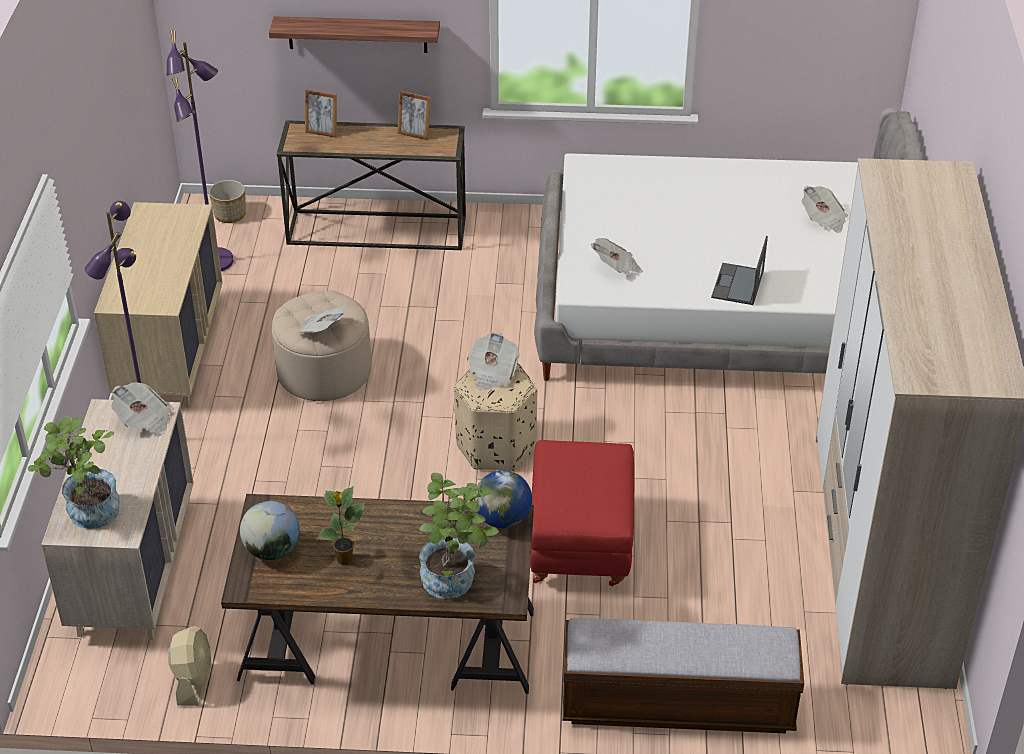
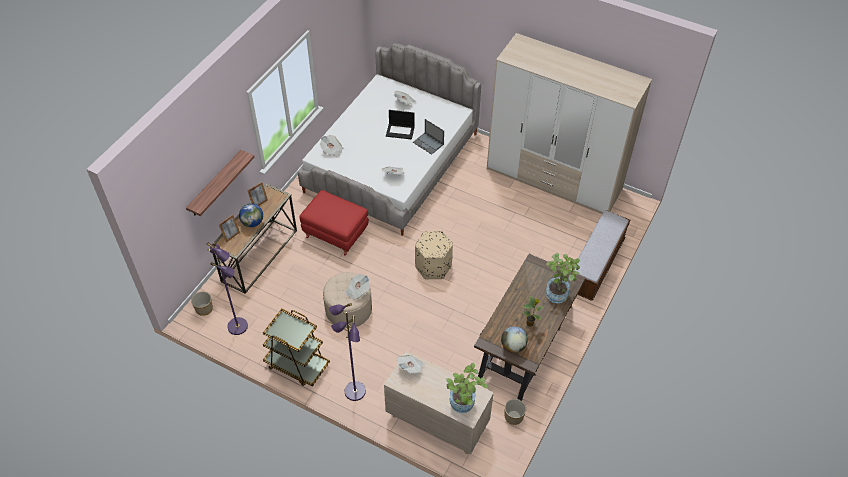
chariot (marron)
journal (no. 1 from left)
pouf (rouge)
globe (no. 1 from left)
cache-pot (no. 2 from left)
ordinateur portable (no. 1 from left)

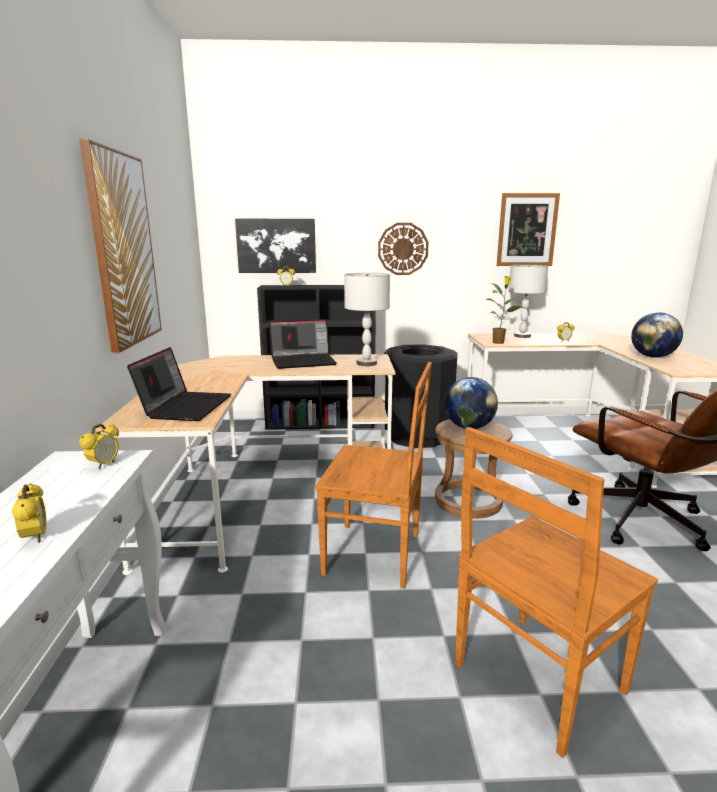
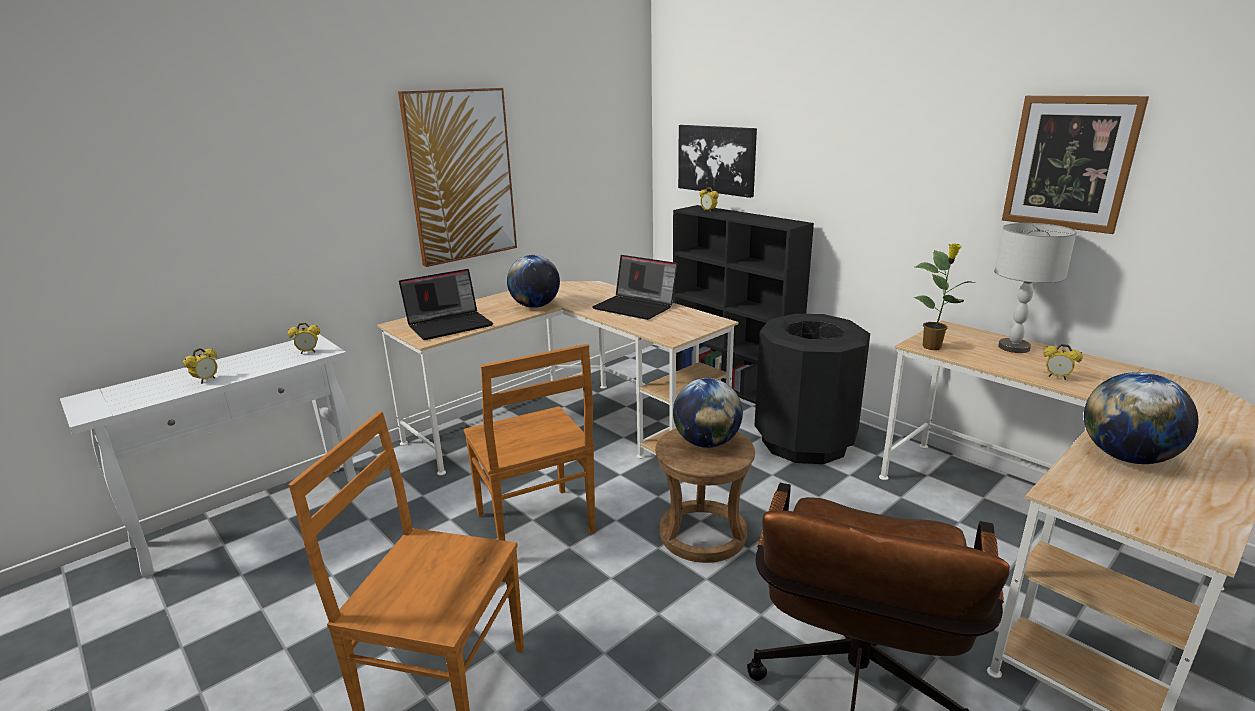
horloge murale
lampe de table (gris) (no. 1 from left in the first image)
globe (no. 1 from left)

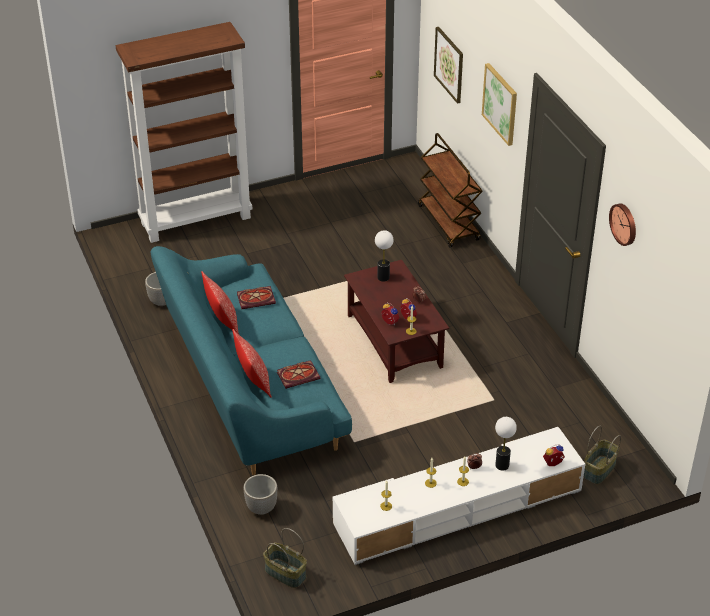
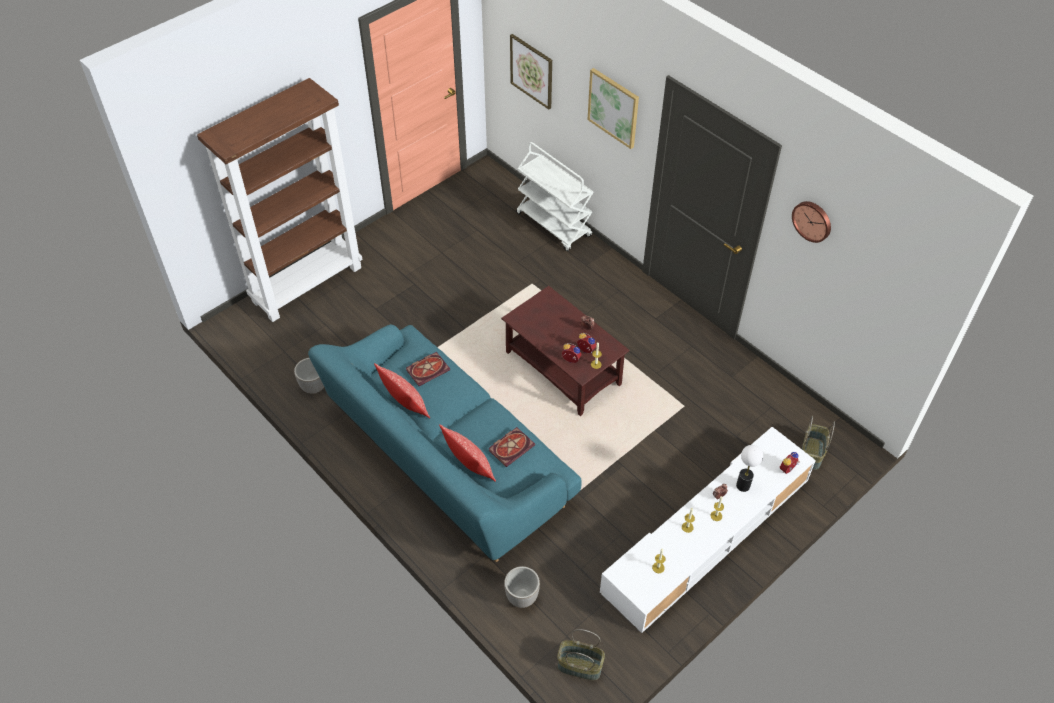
chariot (blanc)
lampe de table (no. 1 from left in the first image)

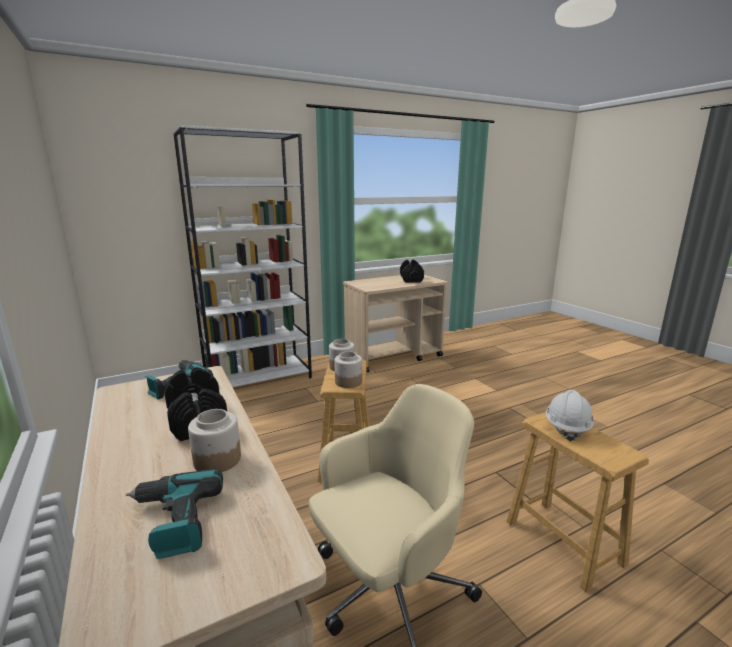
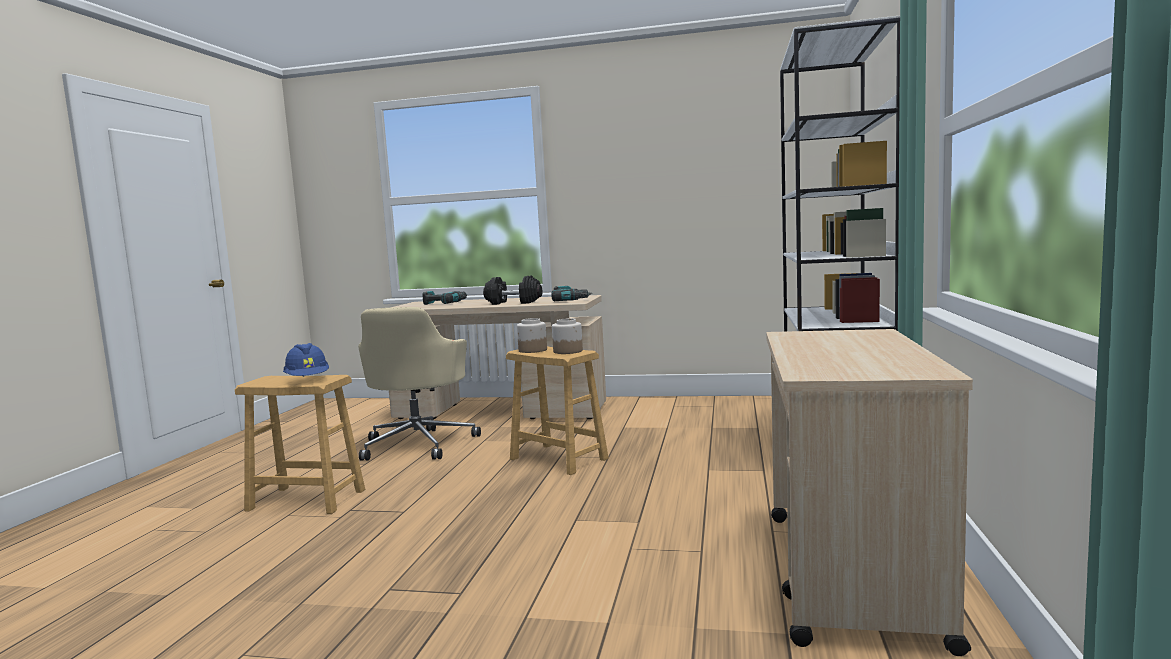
haltère (noir) (no. 2 from left in the first image)
casque de chantier (bleu)
bocal (no. 1 from left in the first image)

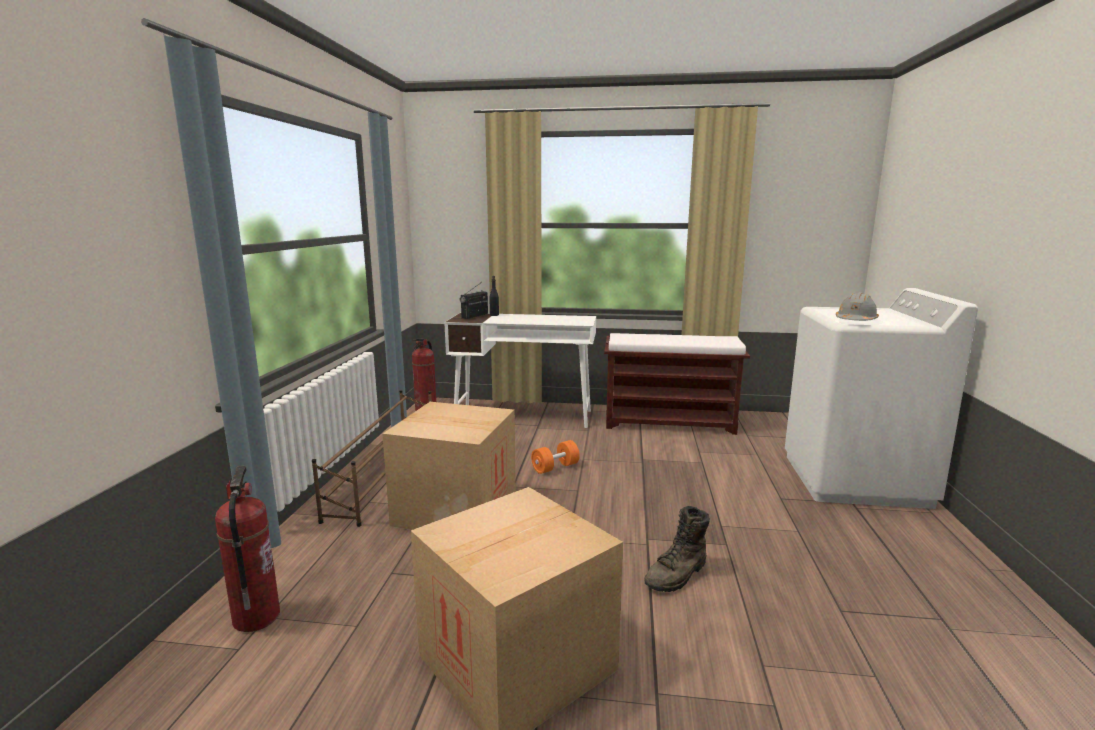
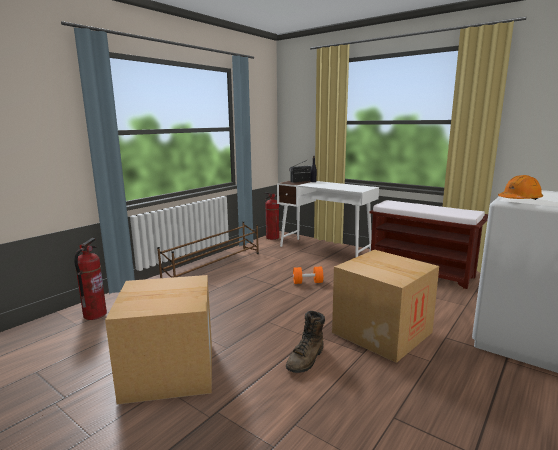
casque de chantier (orange)
carton (no. 2 from left)
botte (marron)

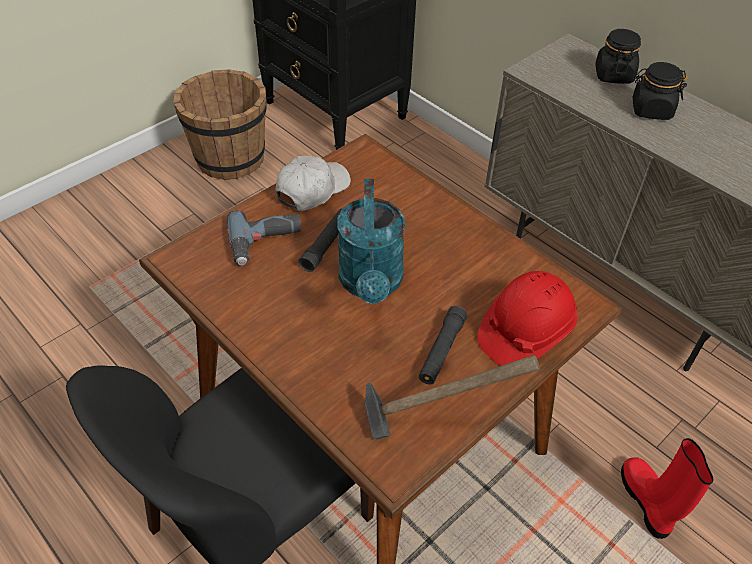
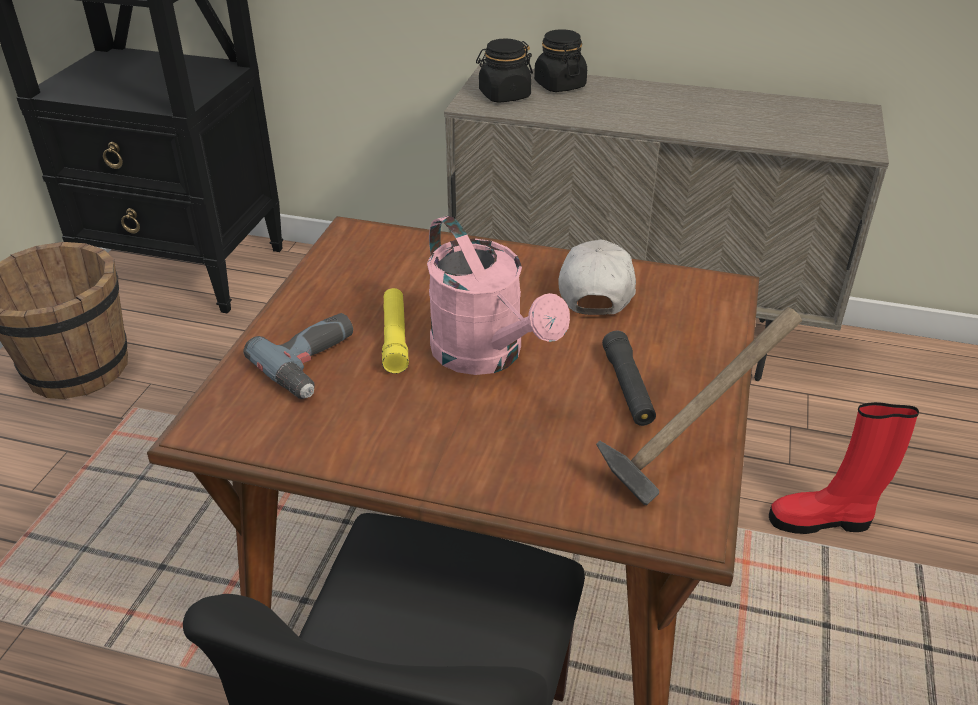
bocal (noir) (no. 1 from left)
casquette (blanc)
arrosoir (rose)
lampe de poche (jaune)
casque de chantier (rouge)
botte (rouge)

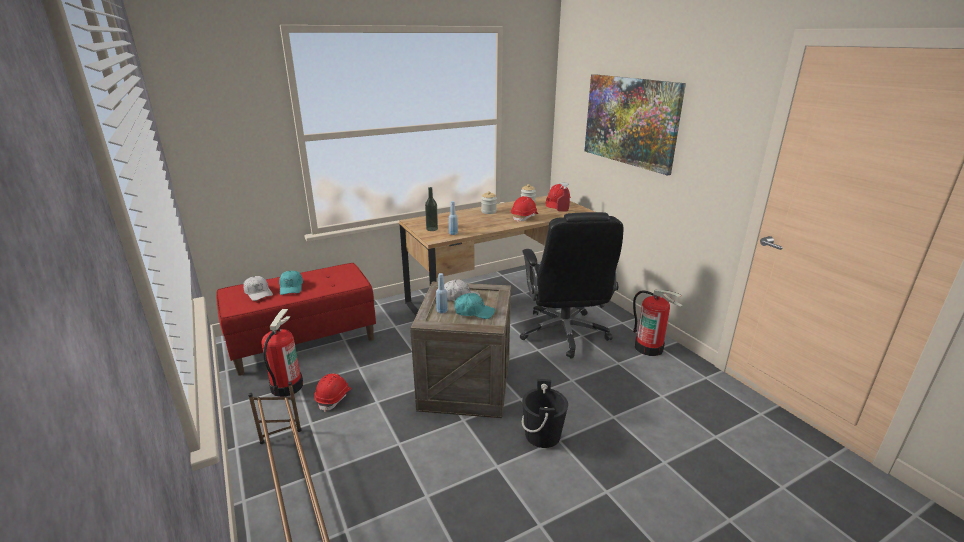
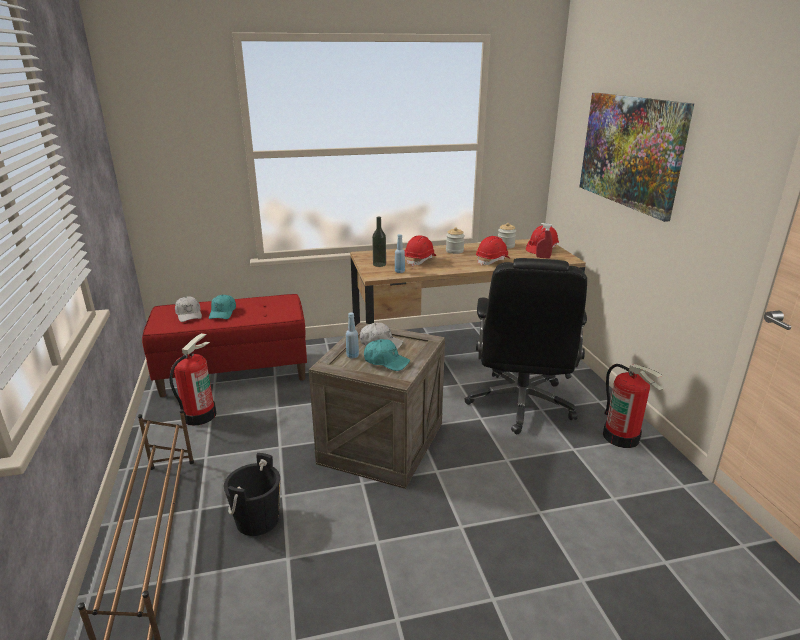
casque de chantier (rouge) (no. 1 from left)
seau (noir)

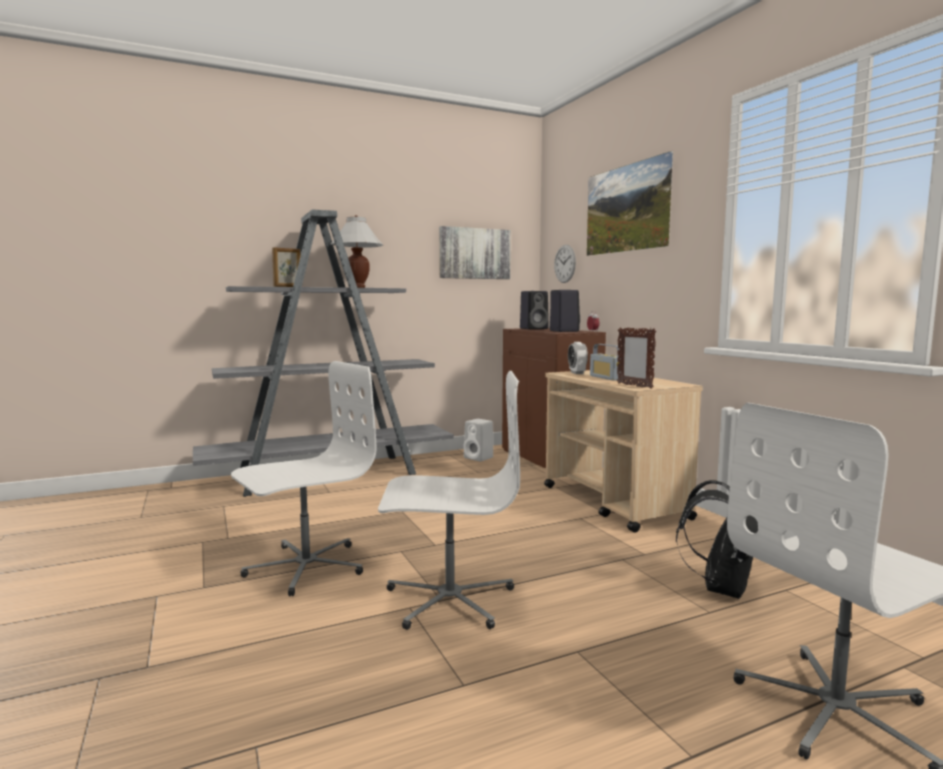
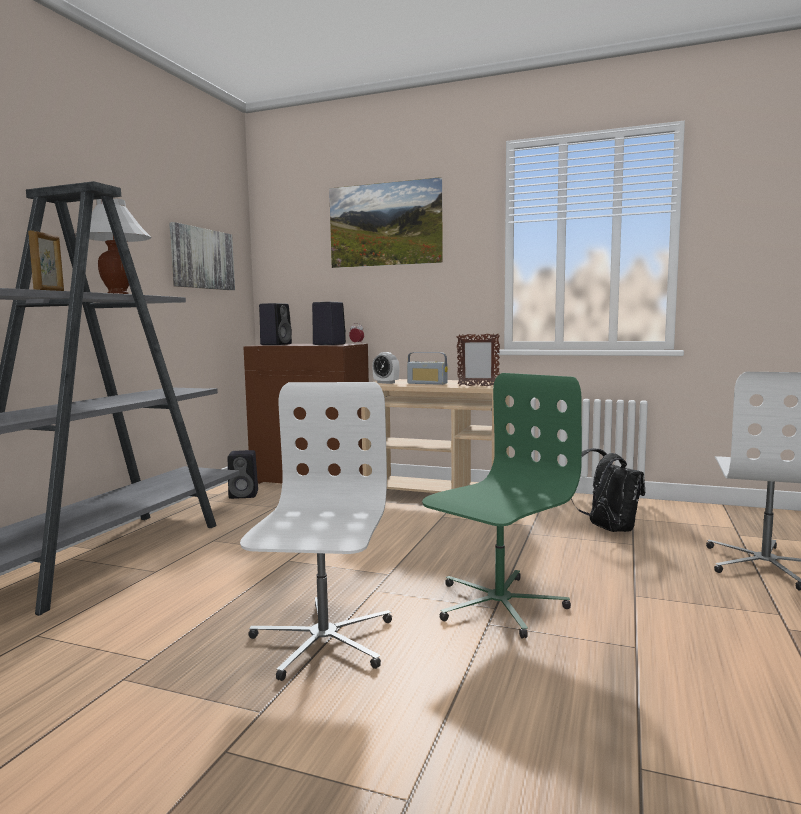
horloge murale
chaise de bureau (vert)
enceinte (noir) (no. 1 from left)

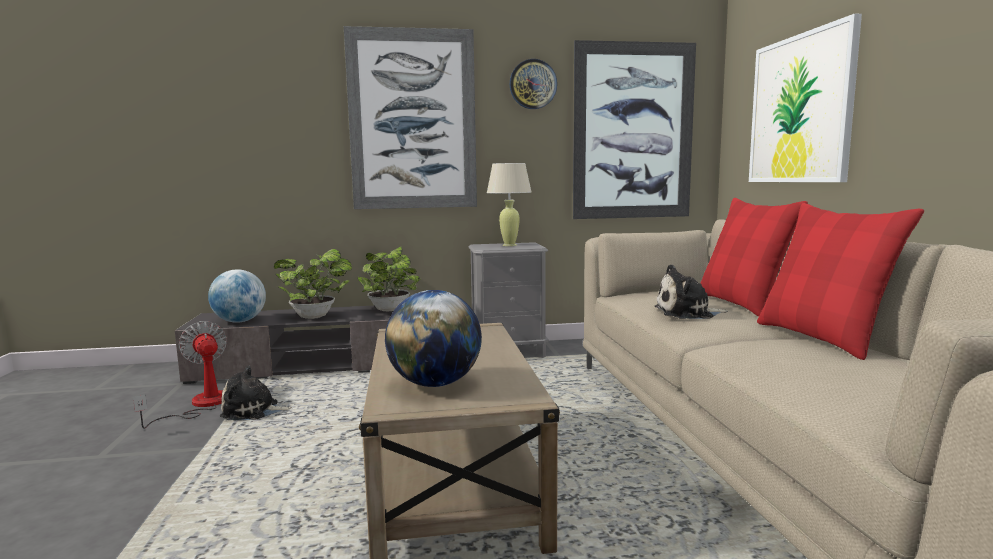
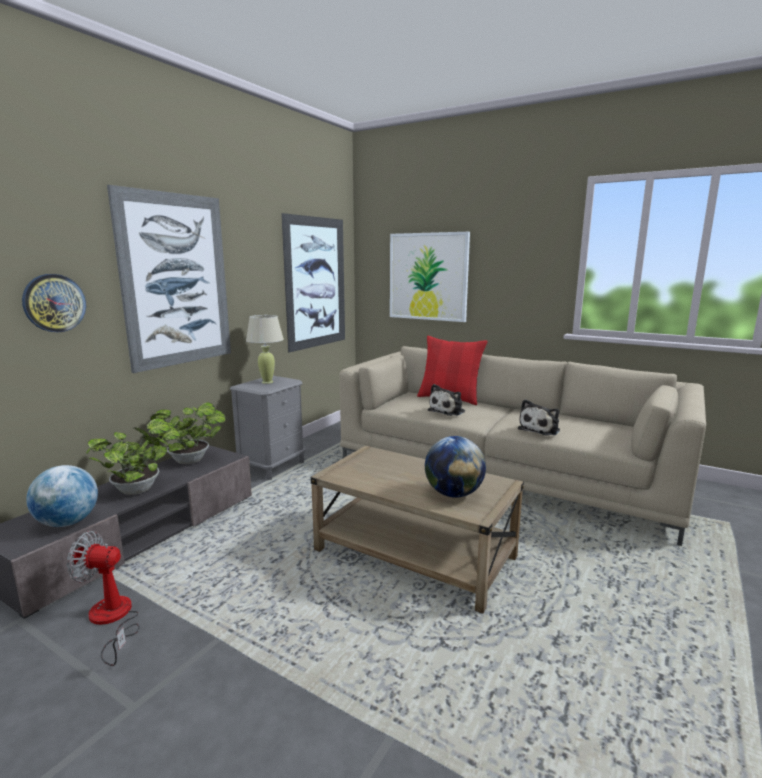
horloge murale
coussin (rouge) (no. 2 from left in the first image)
peluche (no. 2 from left)

